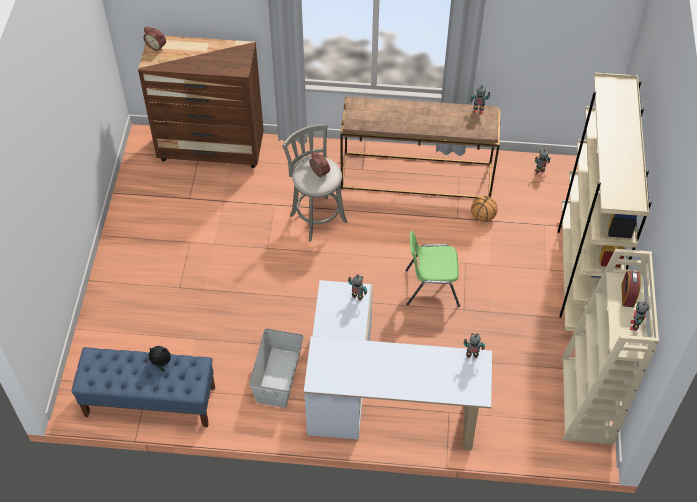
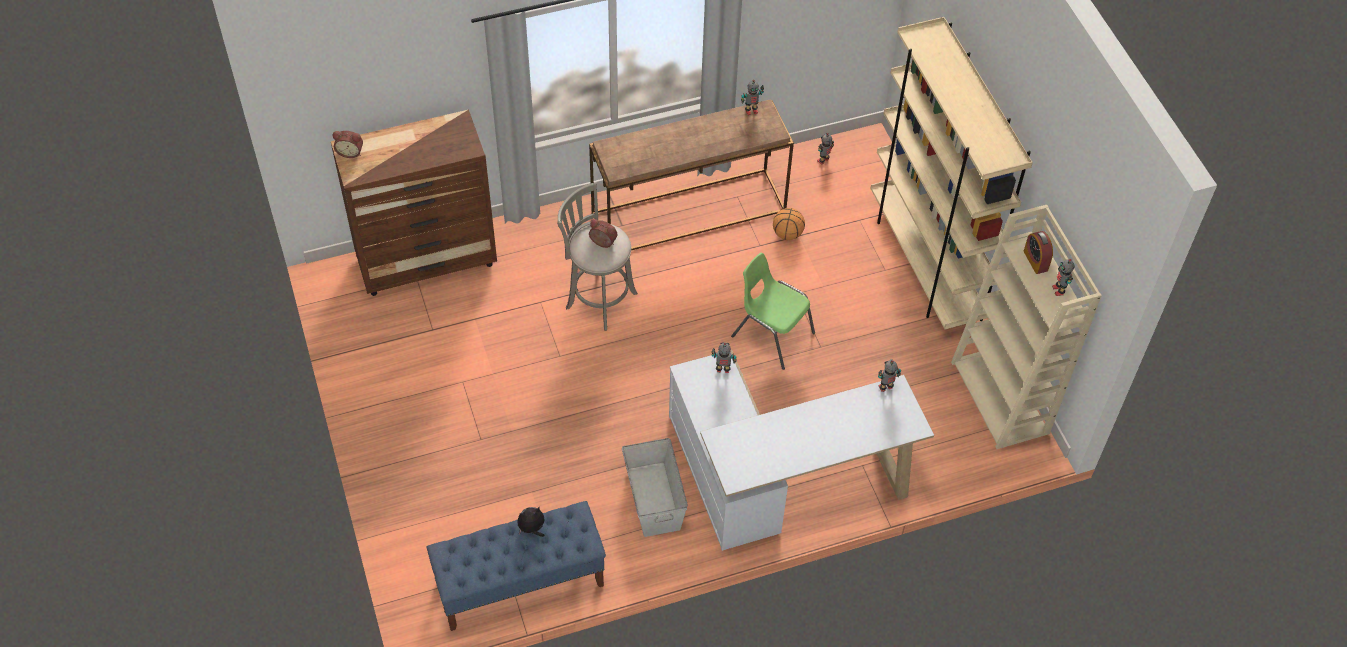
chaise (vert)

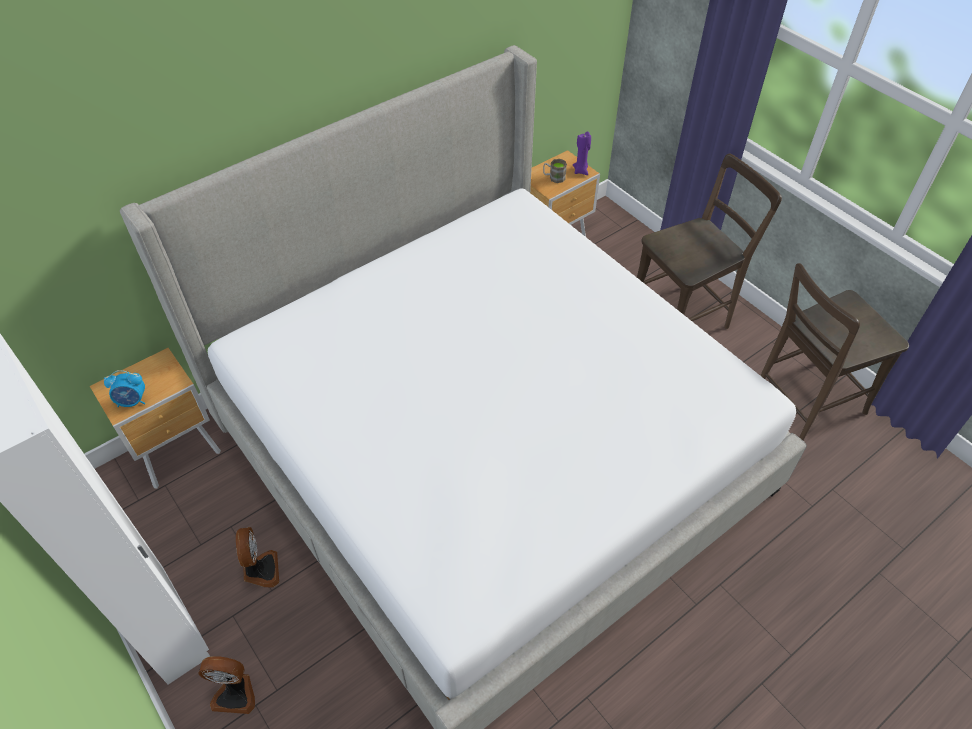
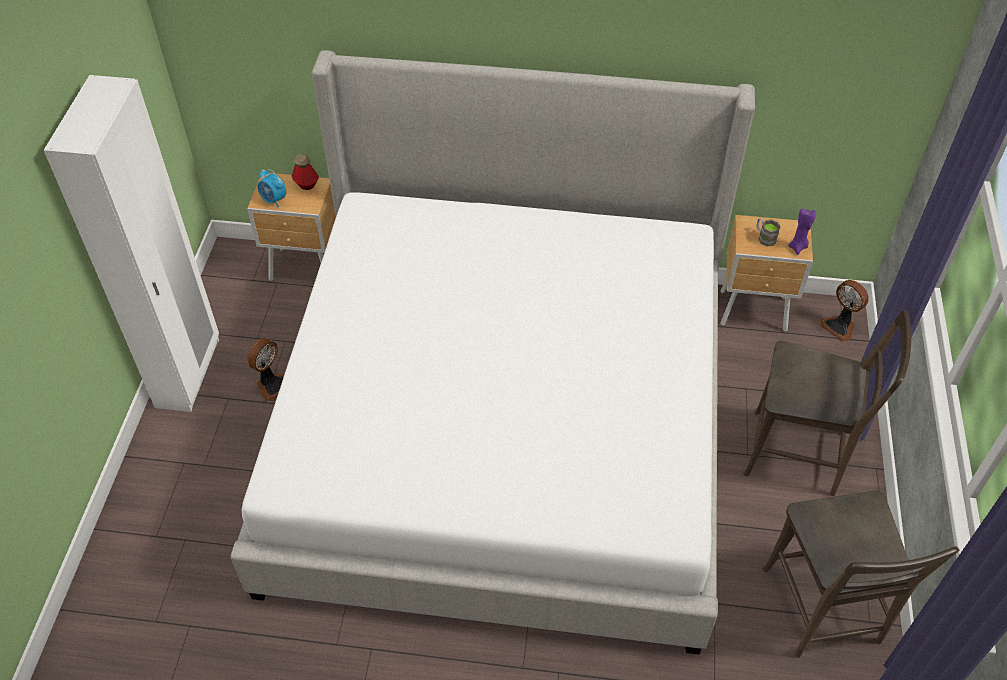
chaise (marron) (no. 2 from left)
ventilateur (no. 2 from left)
bouteille

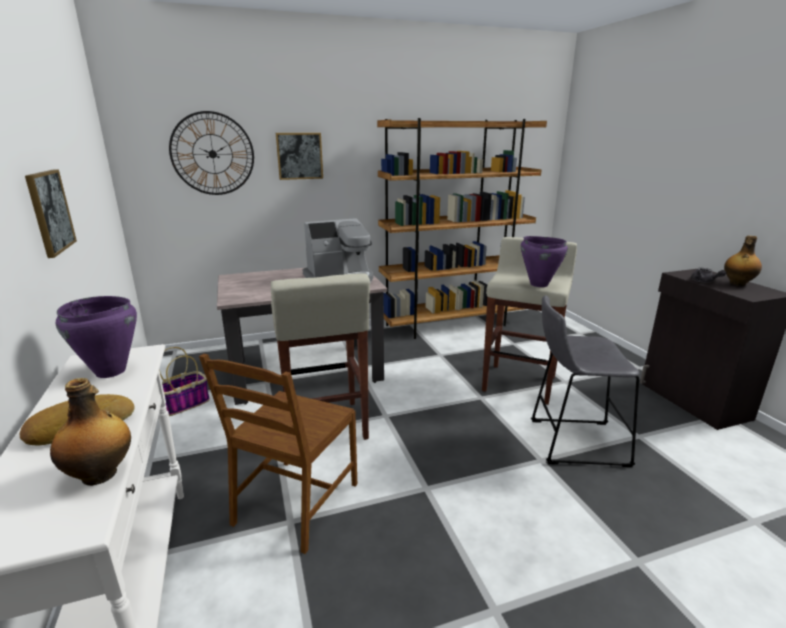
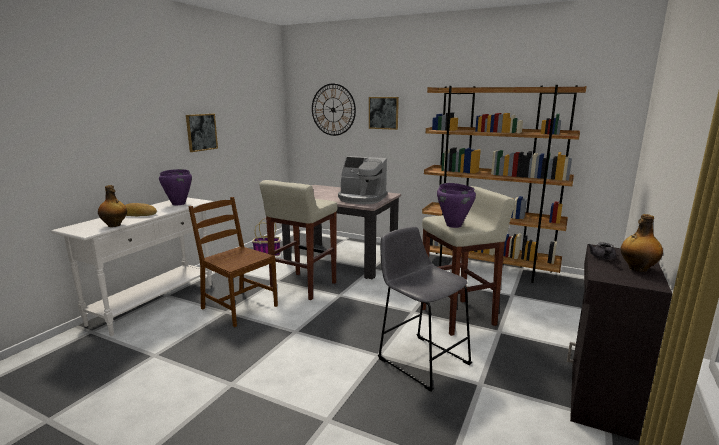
chaise (marron)

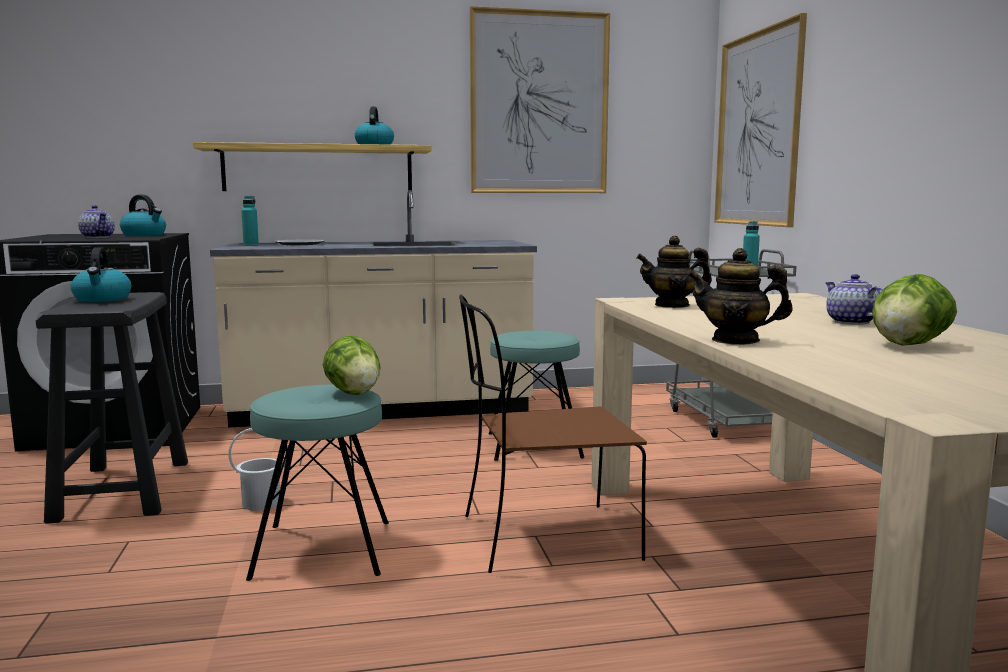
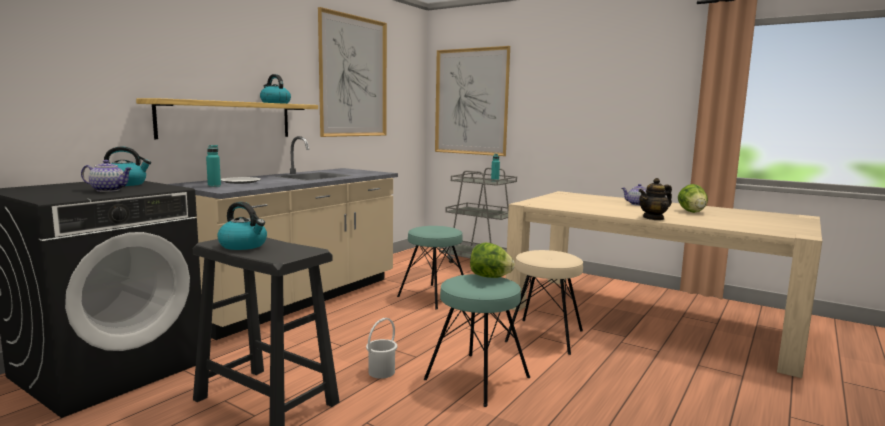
théière (no. 2 from left in the first image)
tabouret (beige)

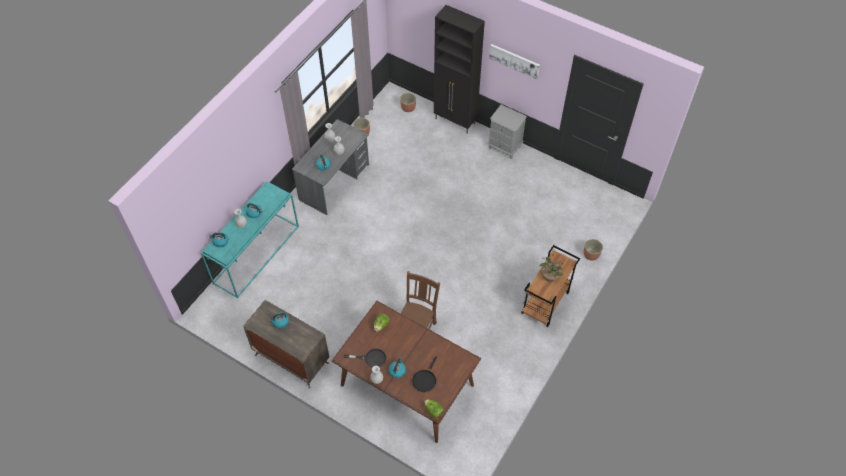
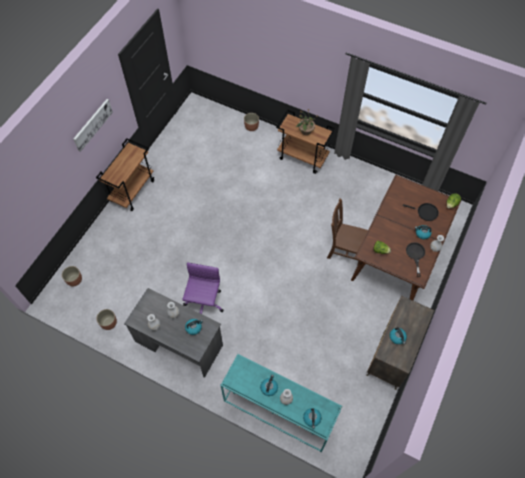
meuble de rangement (noir)
chariot (marron) (no. 1 from left)
chaise de bureau (violet)

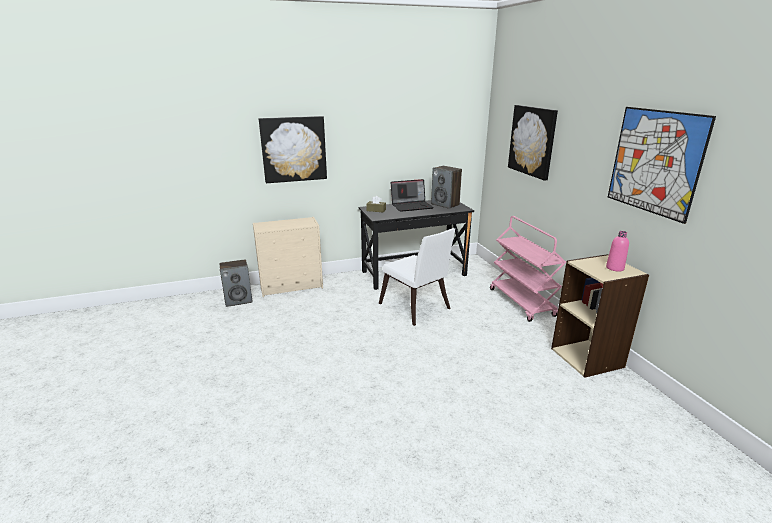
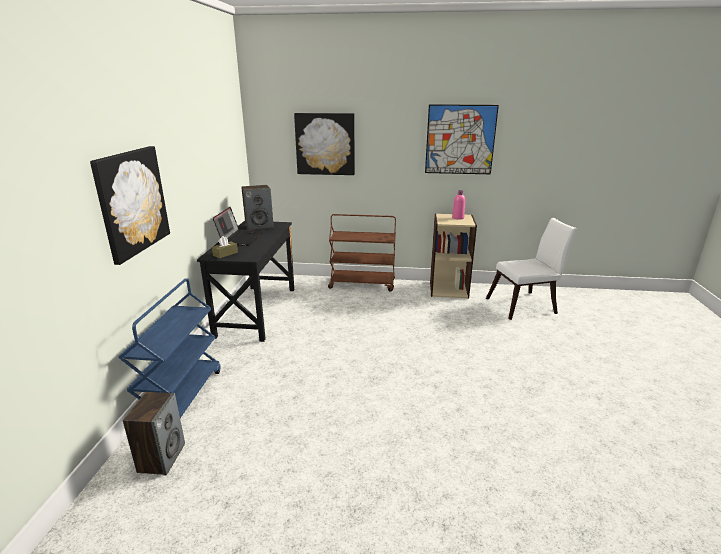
chariot (marron)
chariot (bleu)
chaise (blanc)

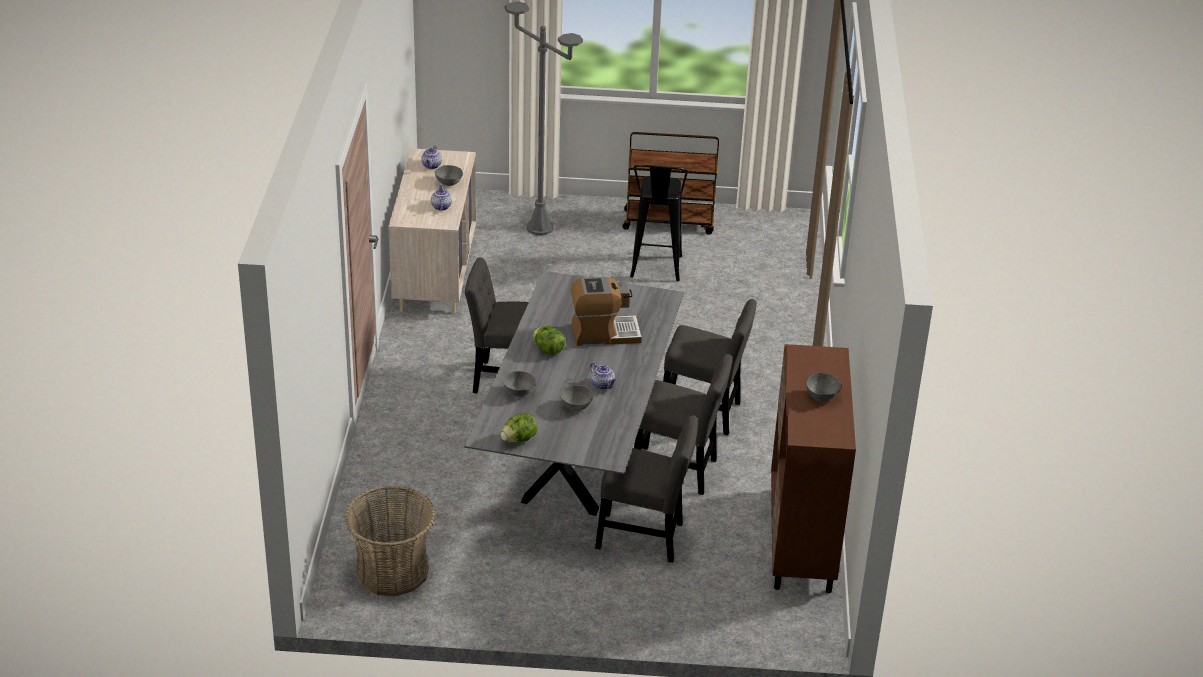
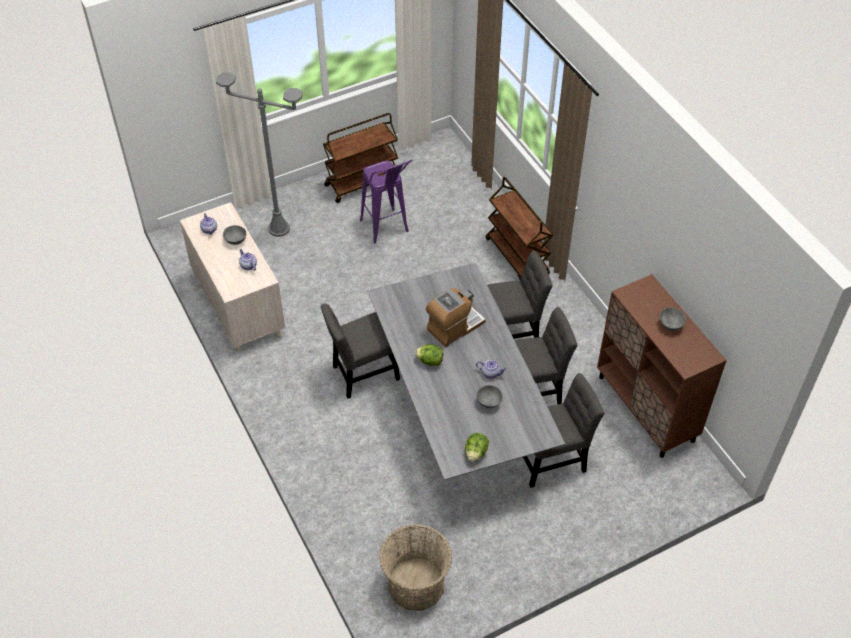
tabouret (violet)
bol (gris) (no. 2 from left in the first image)
chariot (marron) (no. 2 from left)

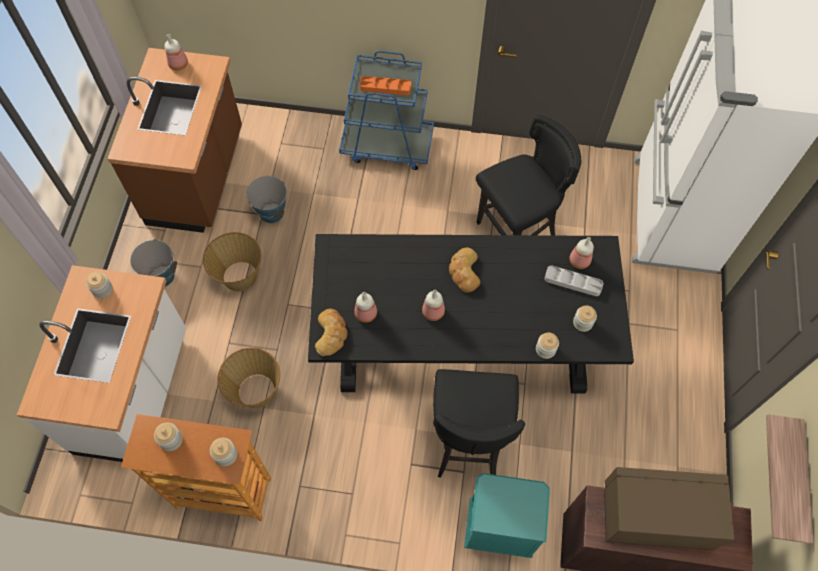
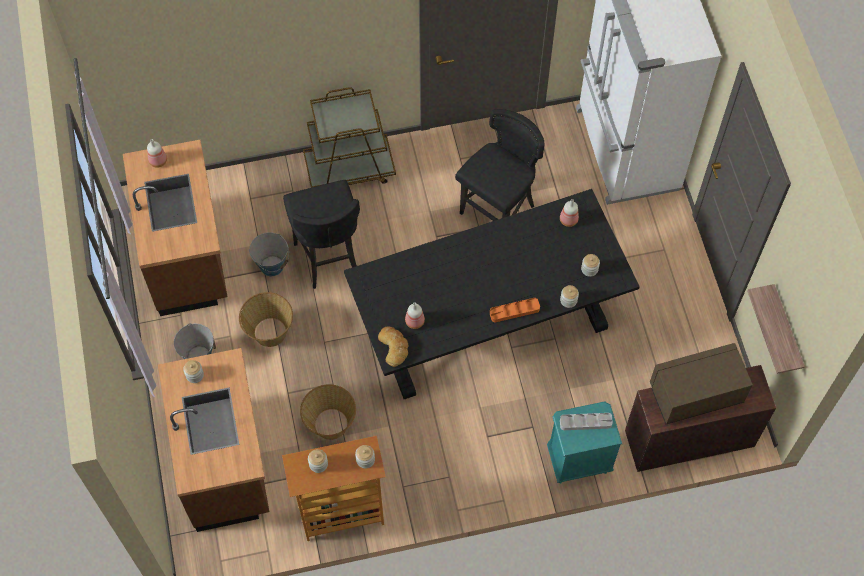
chariot (marron)
plateau (orange)
pain (no. 2 from left in the first image)
comptoir de cuisine (marron) (no. 2 from left)
plateau (gris)
bouteille (no. 3 from left in the first image)
tabouret (noir) (no. 1 from left)

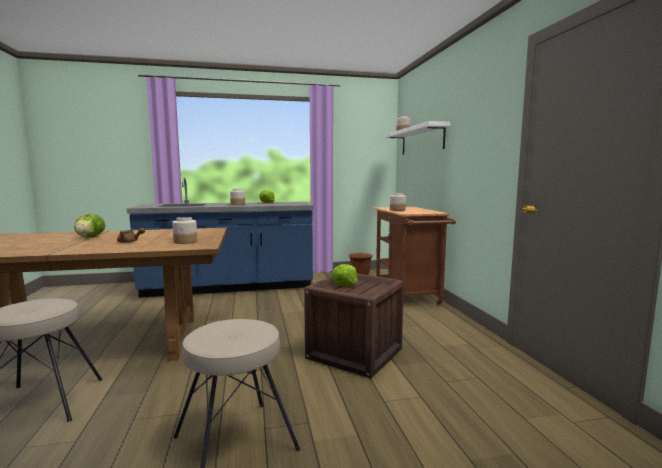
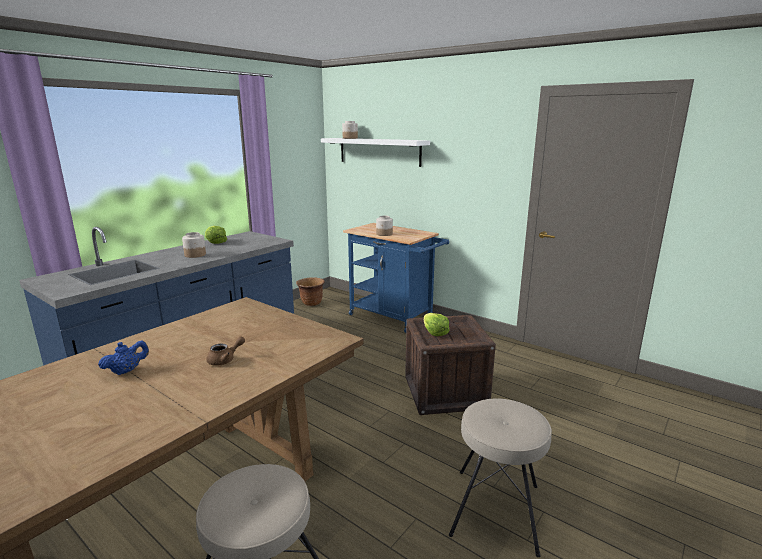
chariot (bleu)
théière (bleu)
bocal (no. 1 from left in the first image)

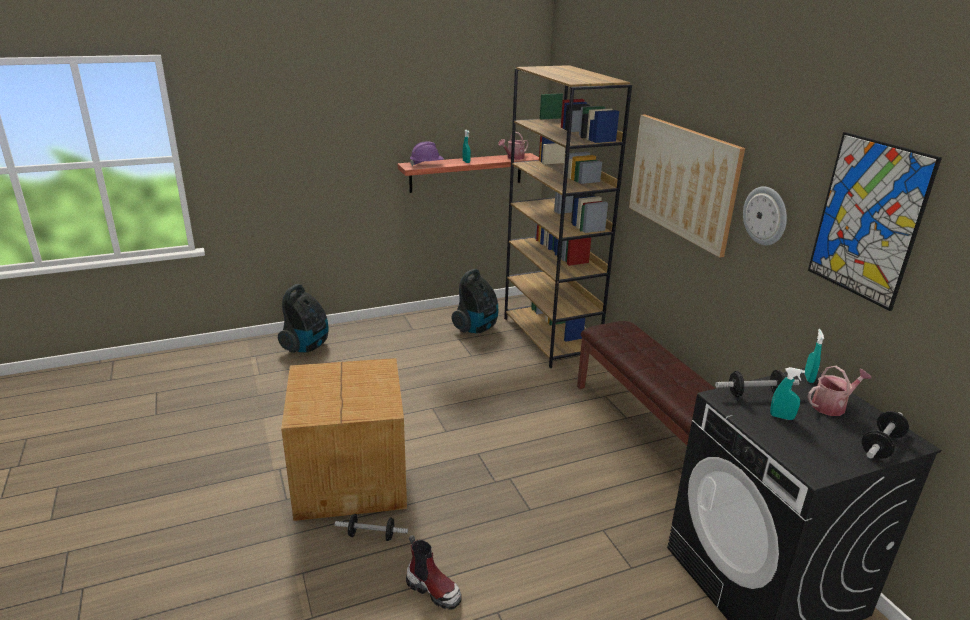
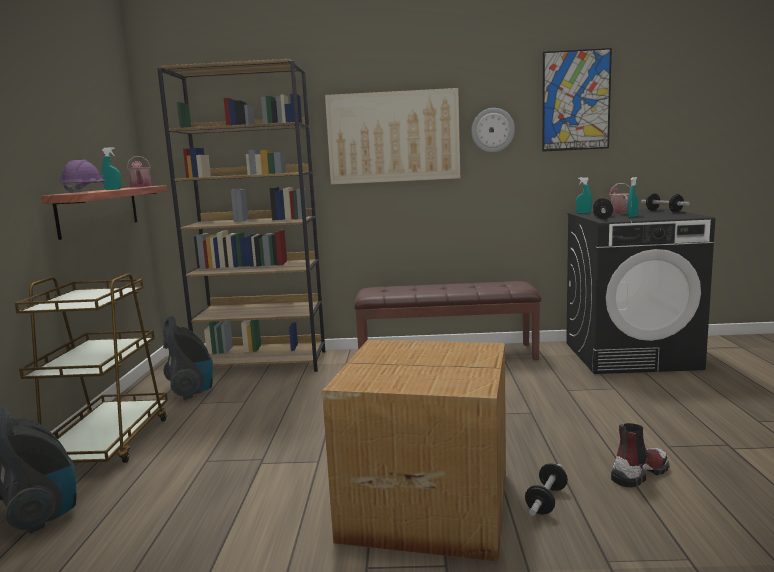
chariot (marron)

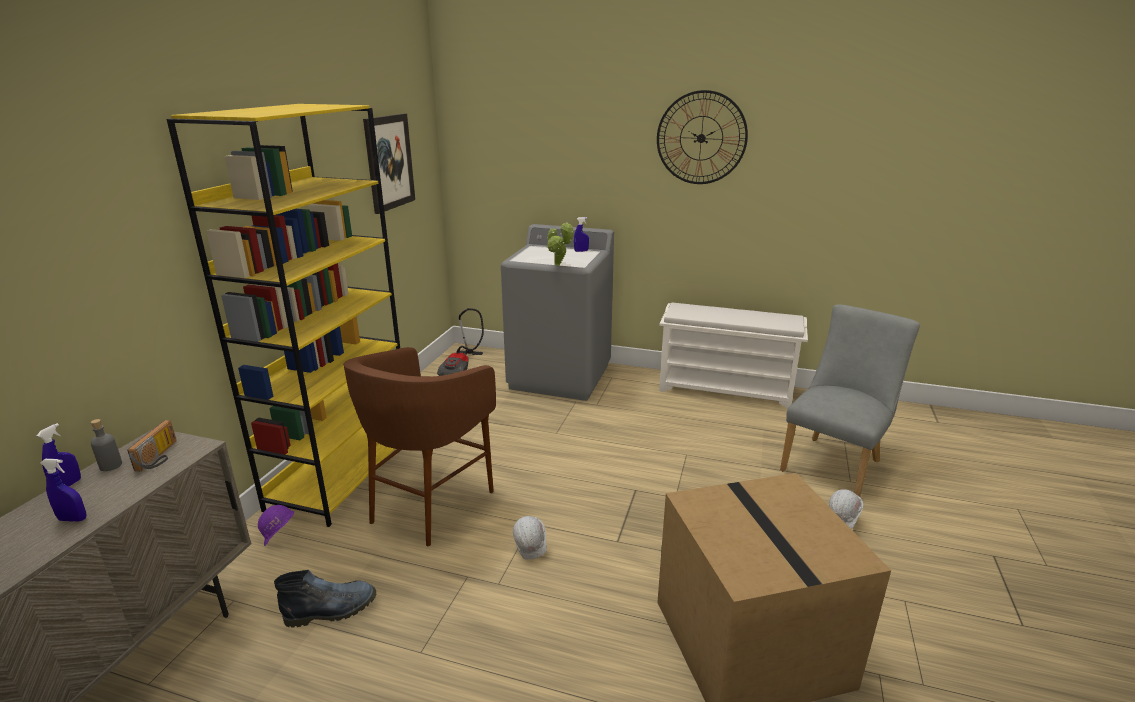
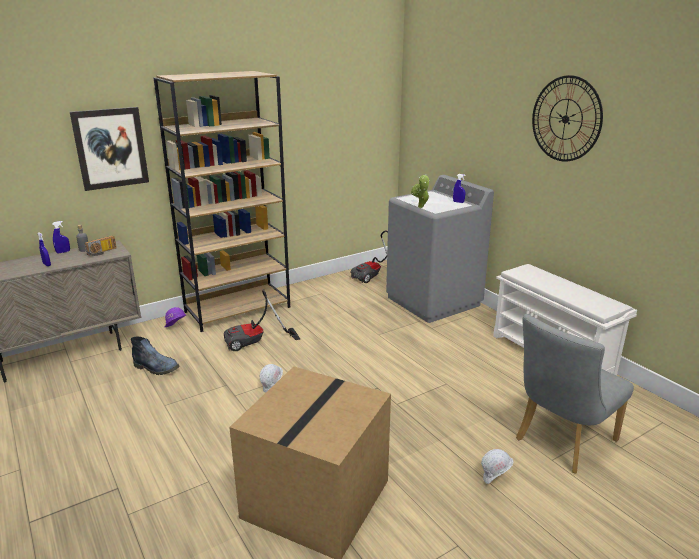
bibliothèque (marron)
tableau
chaise (gris)
aspirateur (no. 1 from left)

